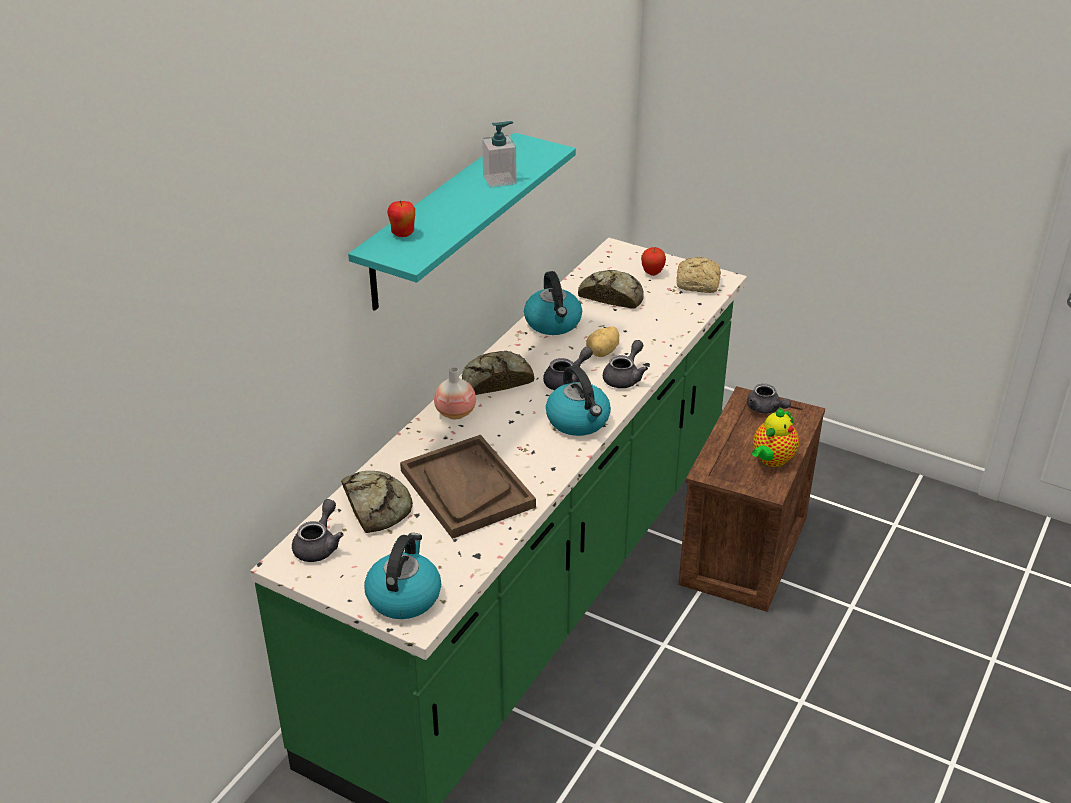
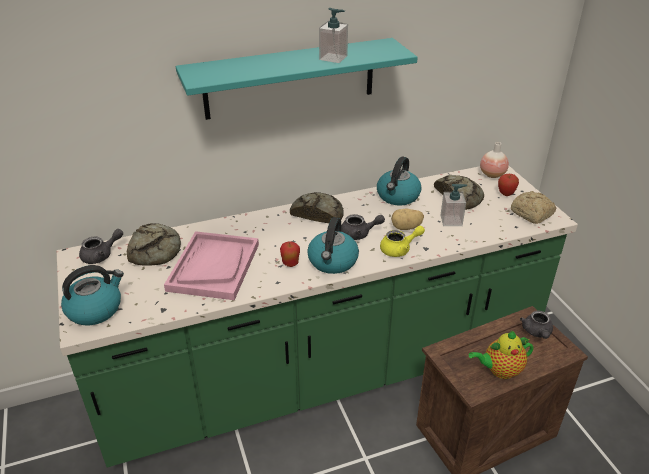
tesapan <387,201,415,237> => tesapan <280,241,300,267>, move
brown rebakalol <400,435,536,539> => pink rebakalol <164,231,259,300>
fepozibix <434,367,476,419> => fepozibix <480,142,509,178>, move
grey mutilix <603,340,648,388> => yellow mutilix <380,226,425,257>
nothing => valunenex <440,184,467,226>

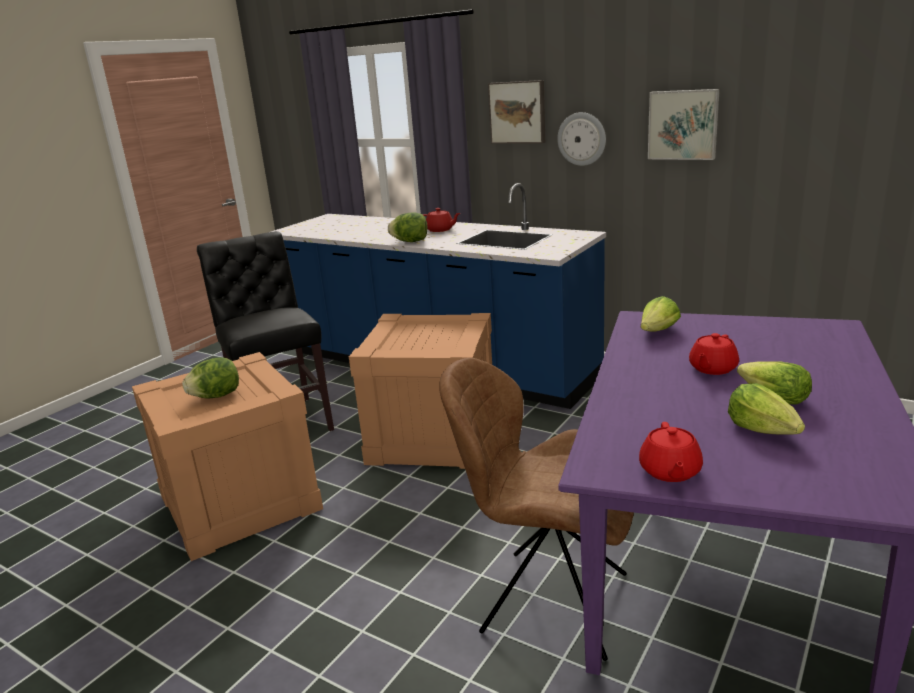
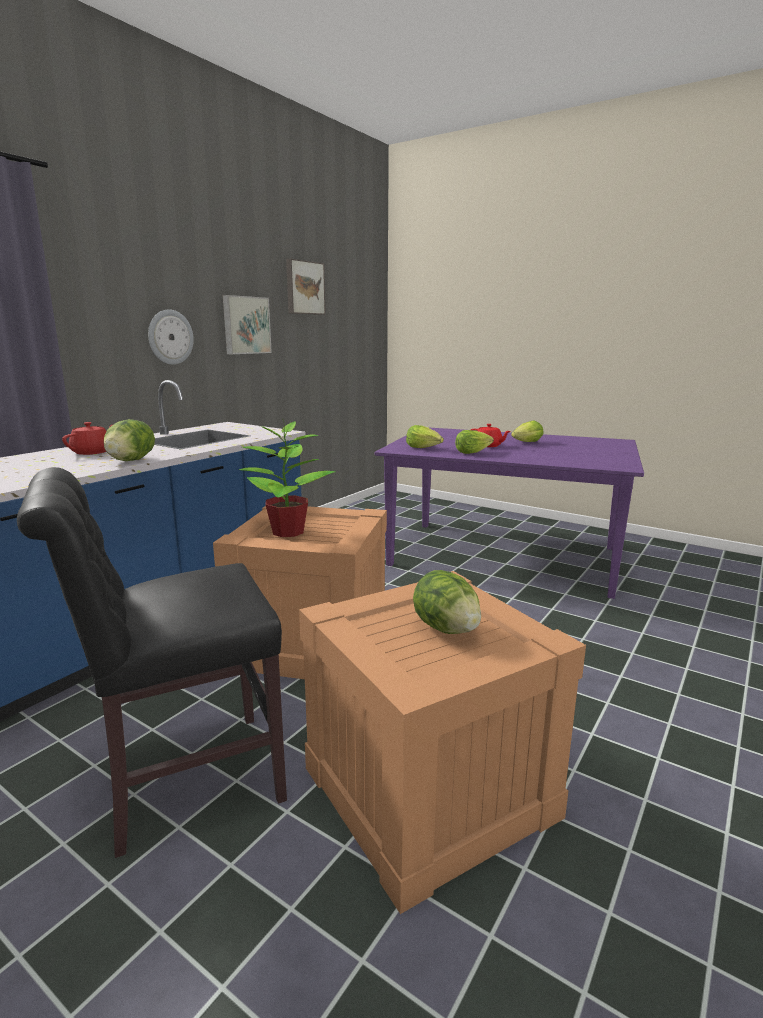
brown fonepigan <439,358,634,661> => nothing
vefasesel <488,80,545,144> => vefasesel <286,259,326,315>, move
red mutilix <639,422,703,482> => nothing
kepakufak <728,383,805,435> => kepakufak <455,430,494,454>, move
nothing => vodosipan <239,418,336,537>

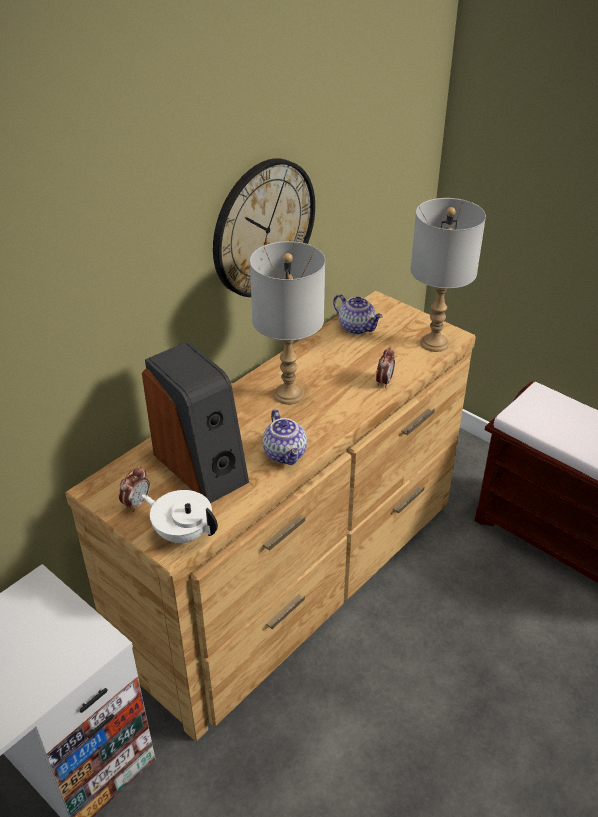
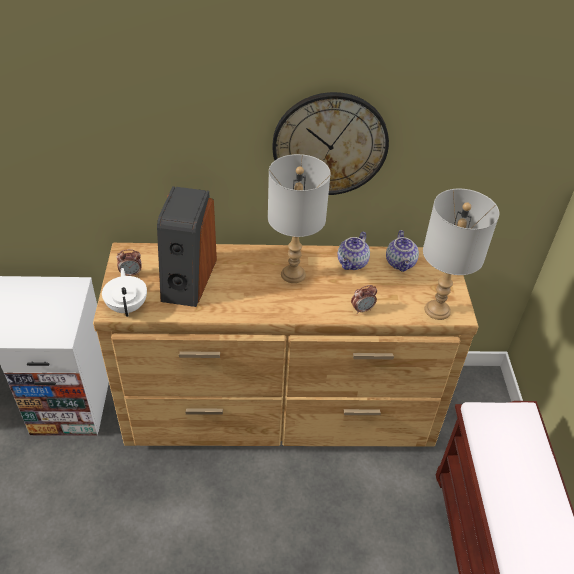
mutilix <263,409,307,465> => mutilix <338,231,370,270>, move

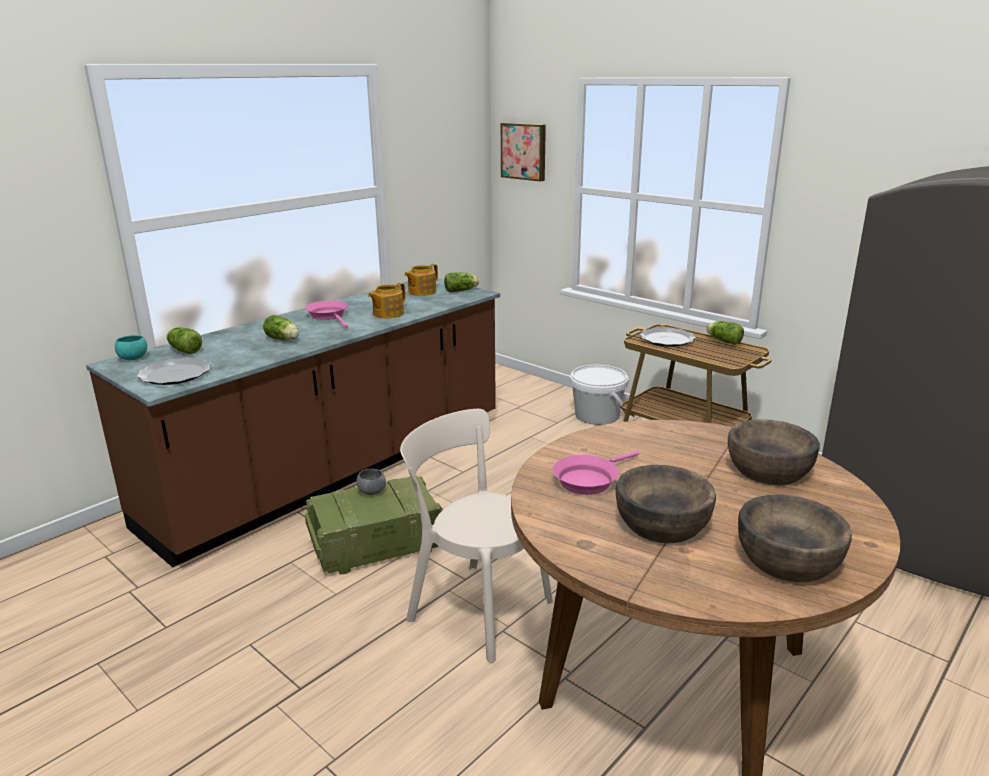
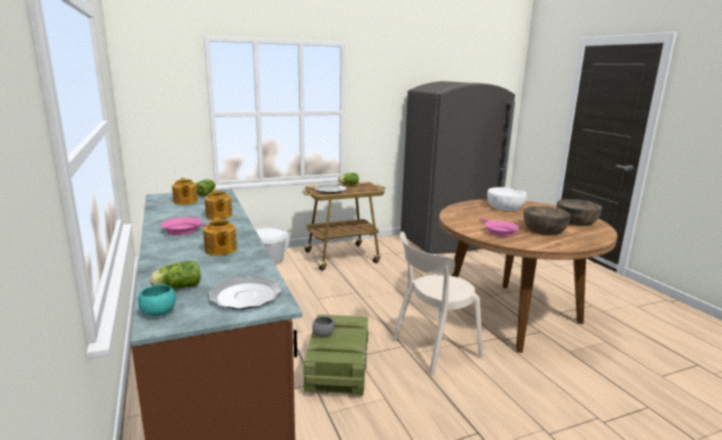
kepakufak <263,315,299,341> => mutilix <203,217,237,255>
vefasesel <501,123,546,182> => nothing
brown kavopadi <728,419,820,485> => white kavopadi <487,187,527,211>

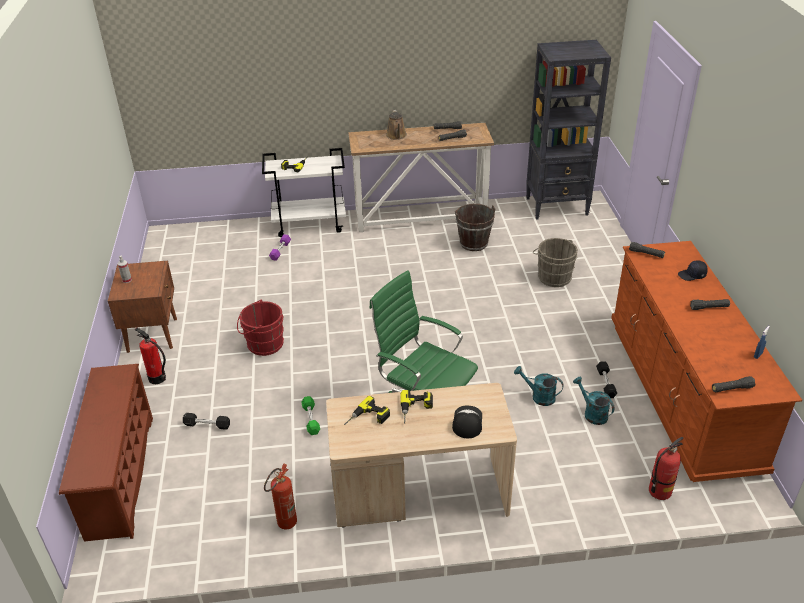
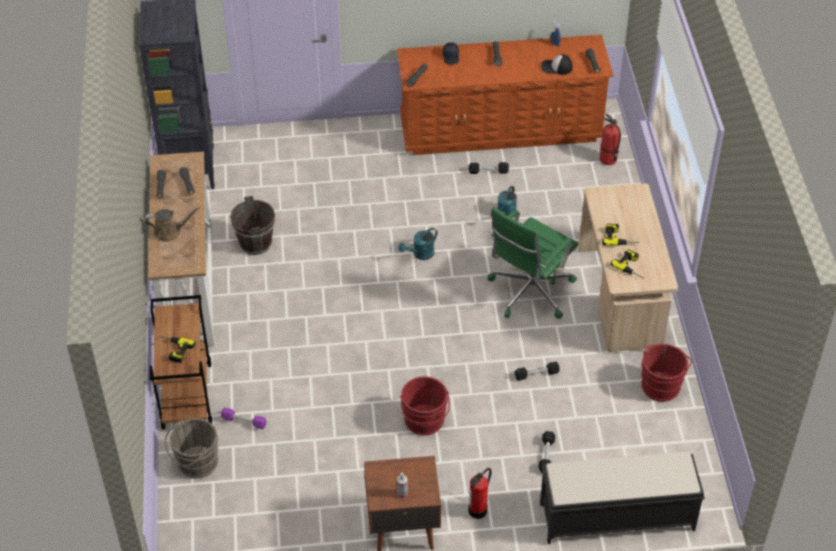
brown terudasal <59,364,153,542> => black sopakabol <540,451,705,544>
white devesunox <262,148,346,237> => brown devesunox <149,295,213,430>
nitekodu <264,464,297,529> => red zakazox <641,344,692,402>
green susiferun <301,396,320,435> => black susiferun <515,362,560,380>
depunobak <452,406,482,438> => depunobak <541,54,572,75>, move
grey zakazox <532,238,578,287> => grey zakazox <165,418,219,478>, move
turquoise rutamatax <573,377,614,425> => turquoise rutamatax <398,228,437,260>, move

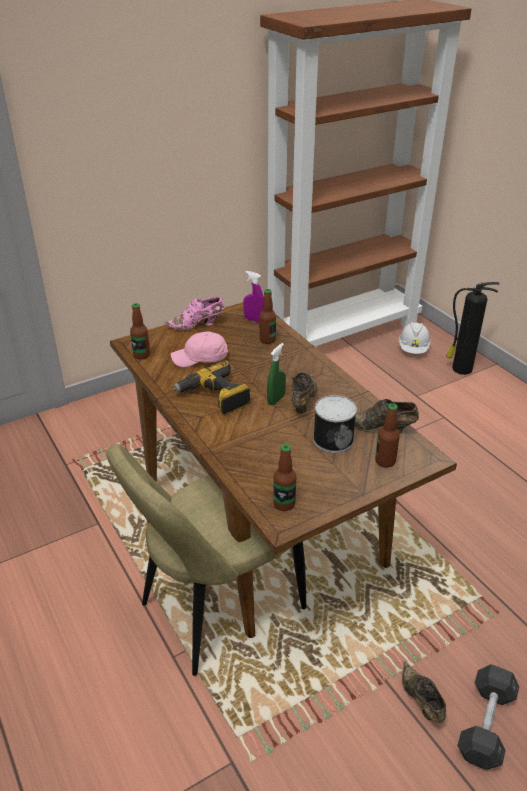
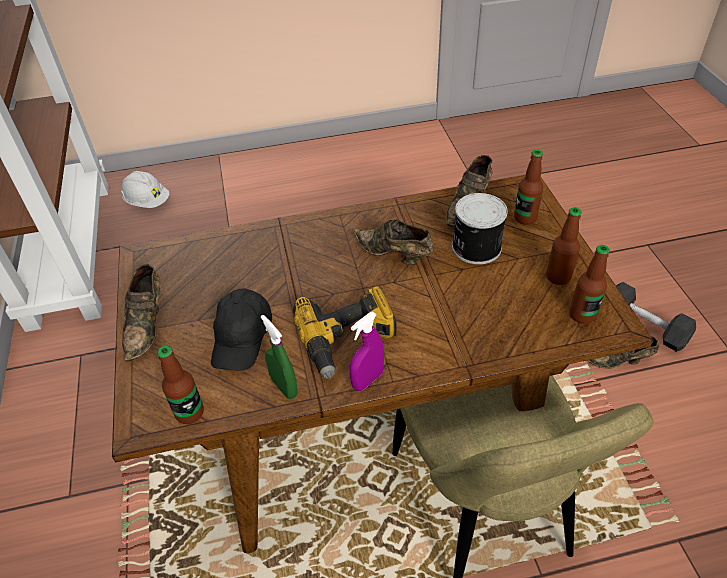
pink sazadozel <165,296,225,330> => brown sazadozel <122,264,160,362>
pink depunobak <171,331,228,367> => black depunobak <211,289,272,371>
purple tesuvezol <243,271,264,323> => purple tesuvezol <349,312,384,391>, move
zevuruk <259,289,276,344> => zevuruk <546,207,582,285>, move
green tesuvezol <267,343,286,405> => green tesuvezol <261,315,298,399>, move
nitekodu <446,282,499,375> => nothing

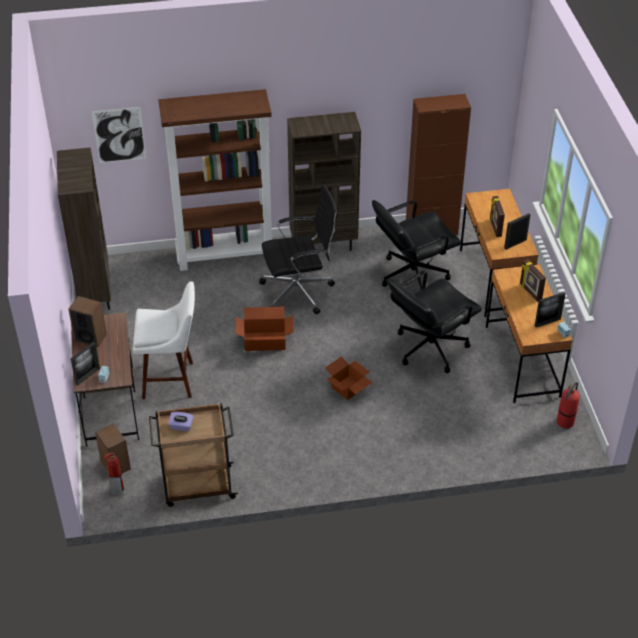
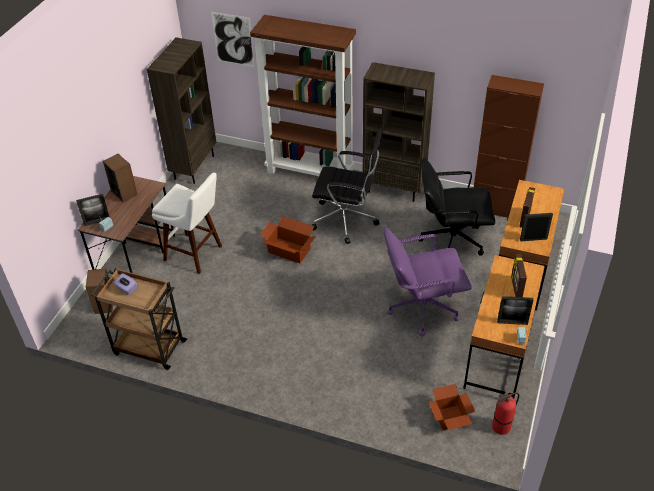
nitekodu <104,452,125,495> => nothing
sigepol <325,356,372,400> => sigepol <428,384,476,430>, move
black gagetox <387,271,482,373> => purple gagetox <383,228,472,336>

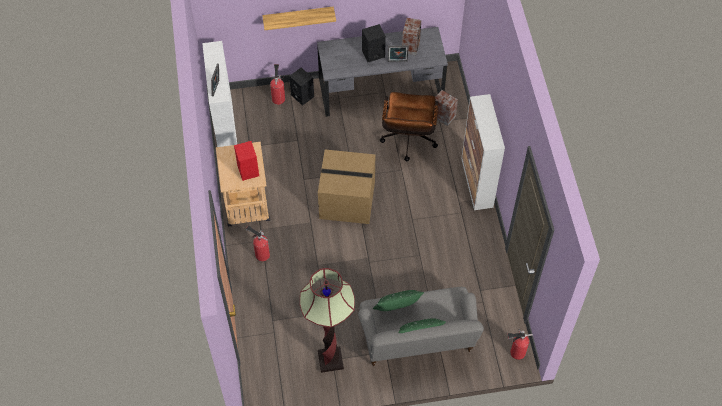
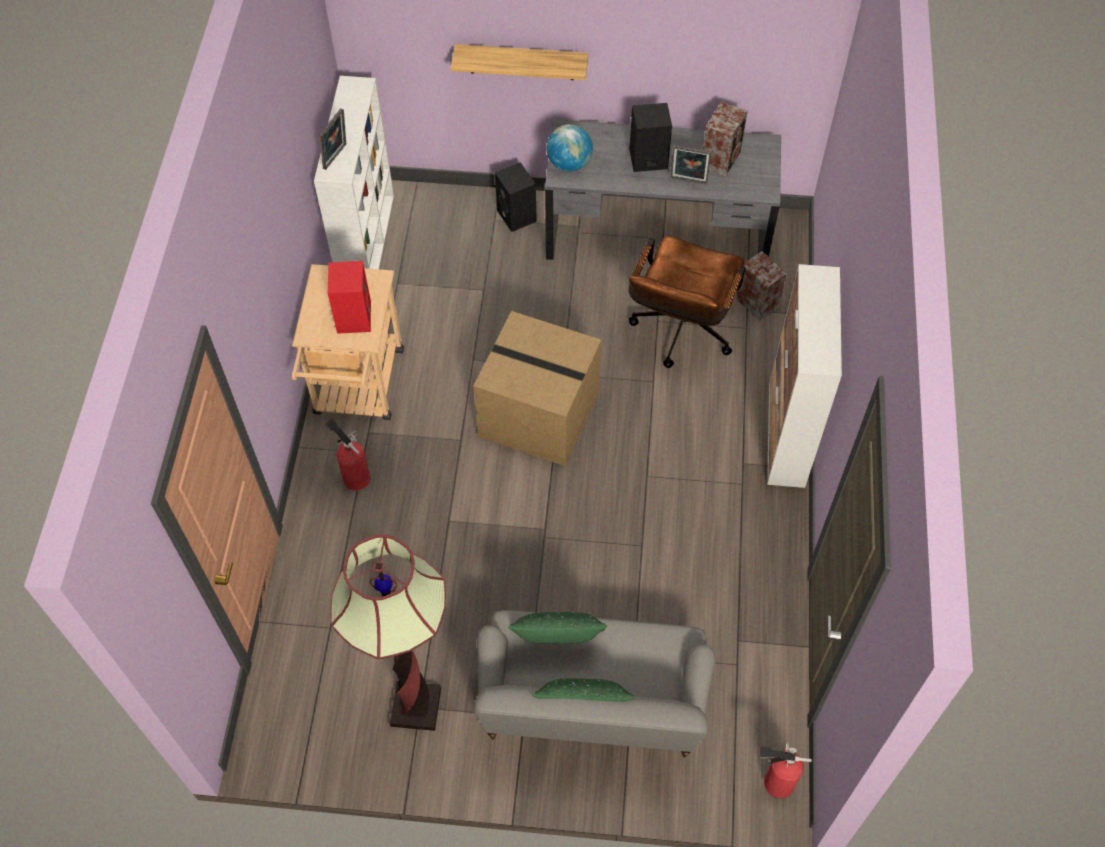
nitekodu <270,64,285,105> => nothing
nothing => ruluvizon <546,124,593,172>

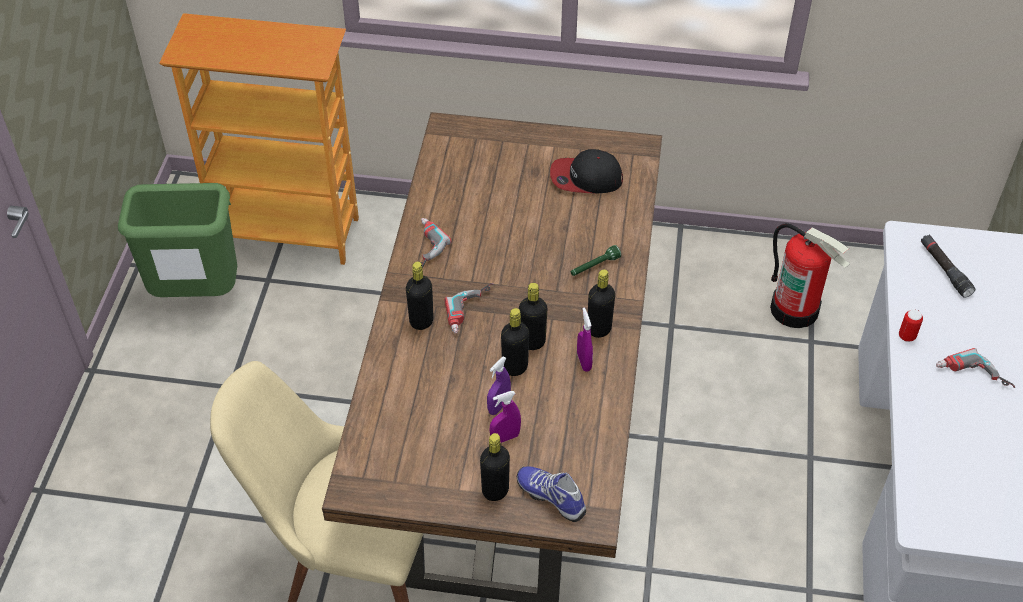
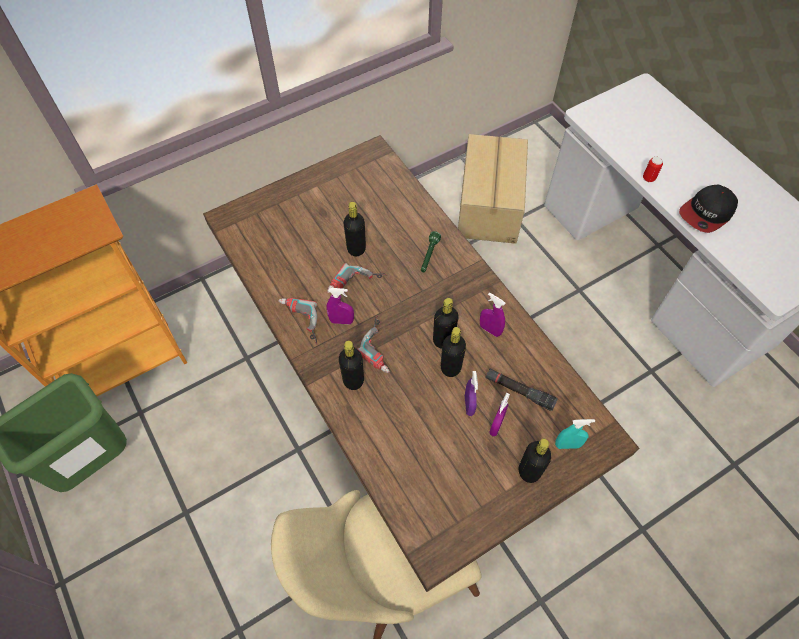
sazadozel <517,466,586,522> => turquoise tesuvezol <555,419,595,449>
depunobak <550,149,623,194> => depunobak <679,185,738,233>, move
black zevuruk <588,269,615,338> => black zevuruk <344,202,366,256>, move
nitekodu <770,223,850,328> => sigepol <458,134,528,244>
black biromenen <921,235,976,298> => black biromenen <485,369,558,411>, move
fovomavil <936,348,1015,388> => fovomavil <327,263,388,293>, move
nothing => purple tesuvezol <326,288,354,324>

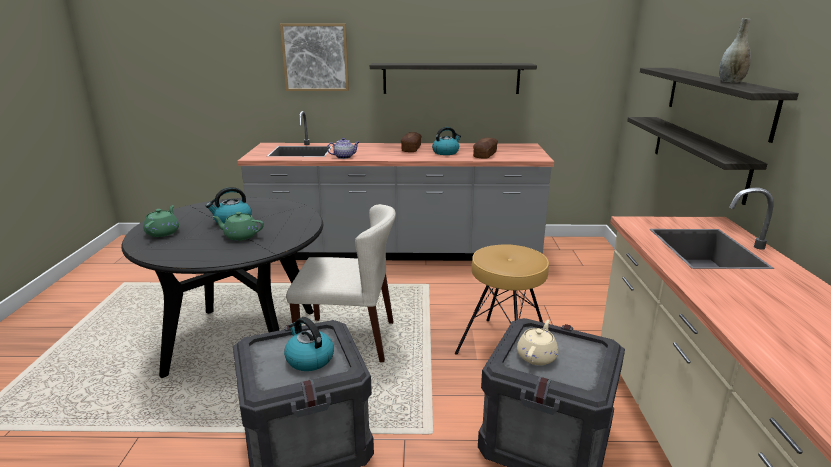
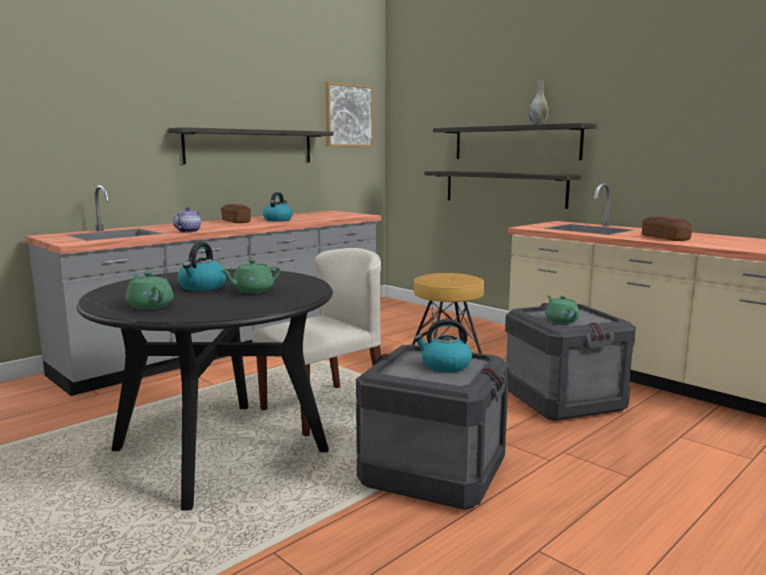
vefasesel <280,24,349,91> => vefasesel <325,82,374,147>, move
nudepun <473,137,498,159> => nudepun <642,216,692,241>, move
beige mutilix <517,320,558,365> => green mutilix <545,295,579,324>

